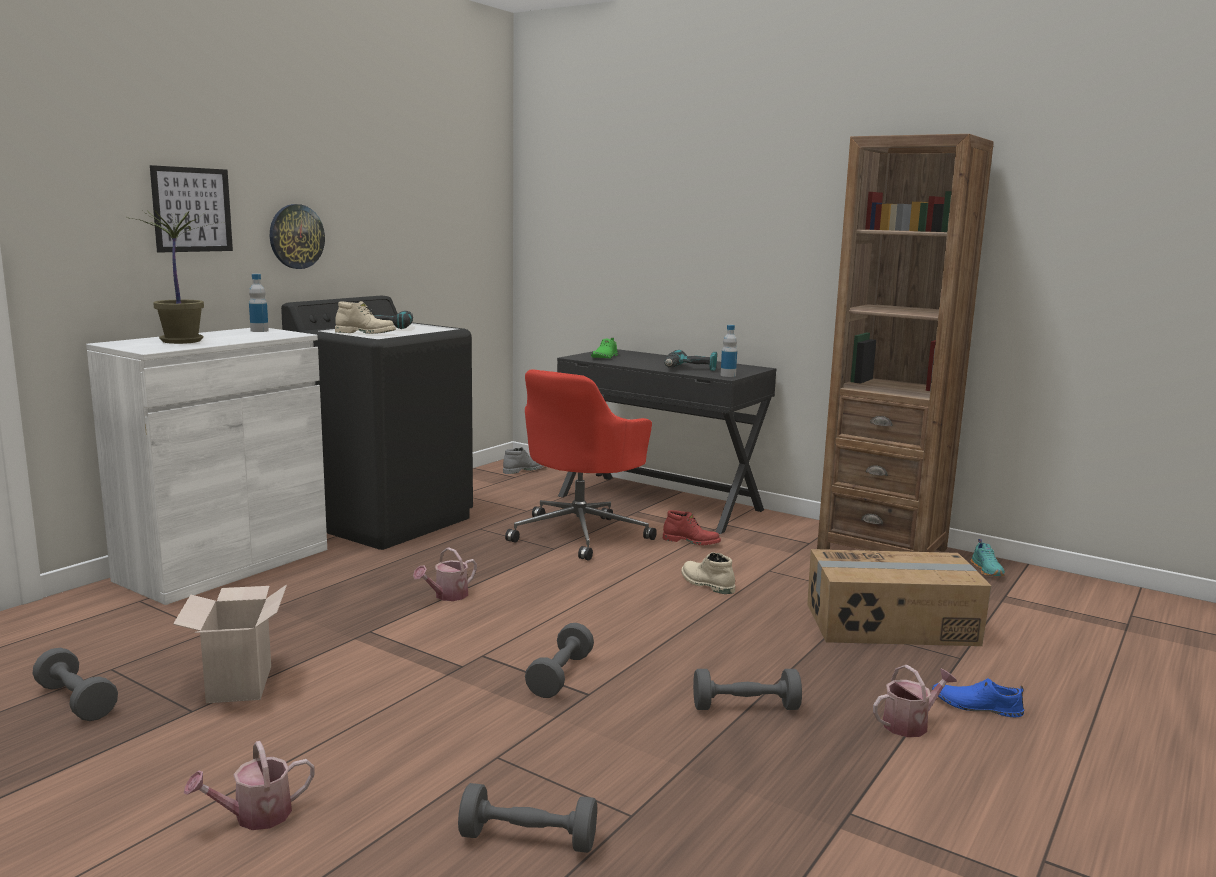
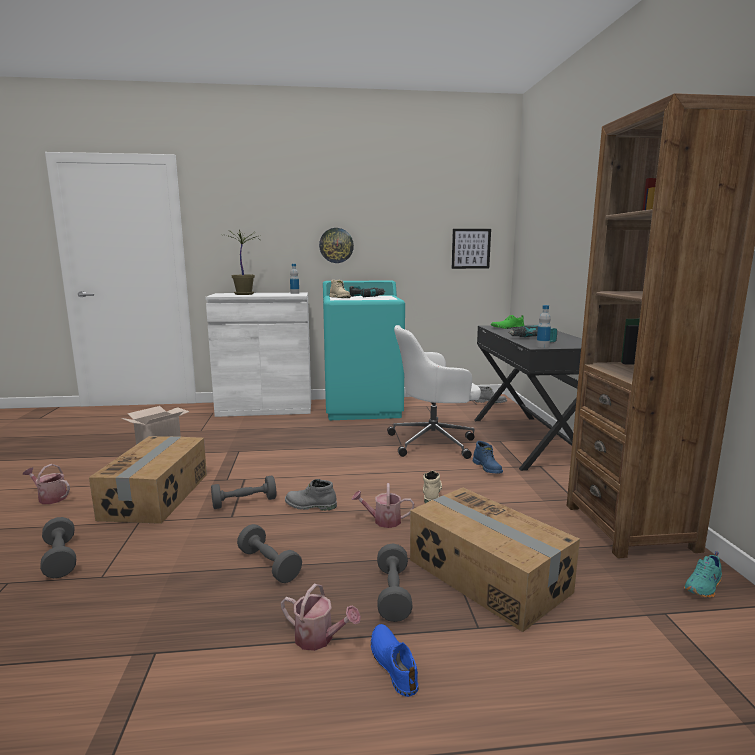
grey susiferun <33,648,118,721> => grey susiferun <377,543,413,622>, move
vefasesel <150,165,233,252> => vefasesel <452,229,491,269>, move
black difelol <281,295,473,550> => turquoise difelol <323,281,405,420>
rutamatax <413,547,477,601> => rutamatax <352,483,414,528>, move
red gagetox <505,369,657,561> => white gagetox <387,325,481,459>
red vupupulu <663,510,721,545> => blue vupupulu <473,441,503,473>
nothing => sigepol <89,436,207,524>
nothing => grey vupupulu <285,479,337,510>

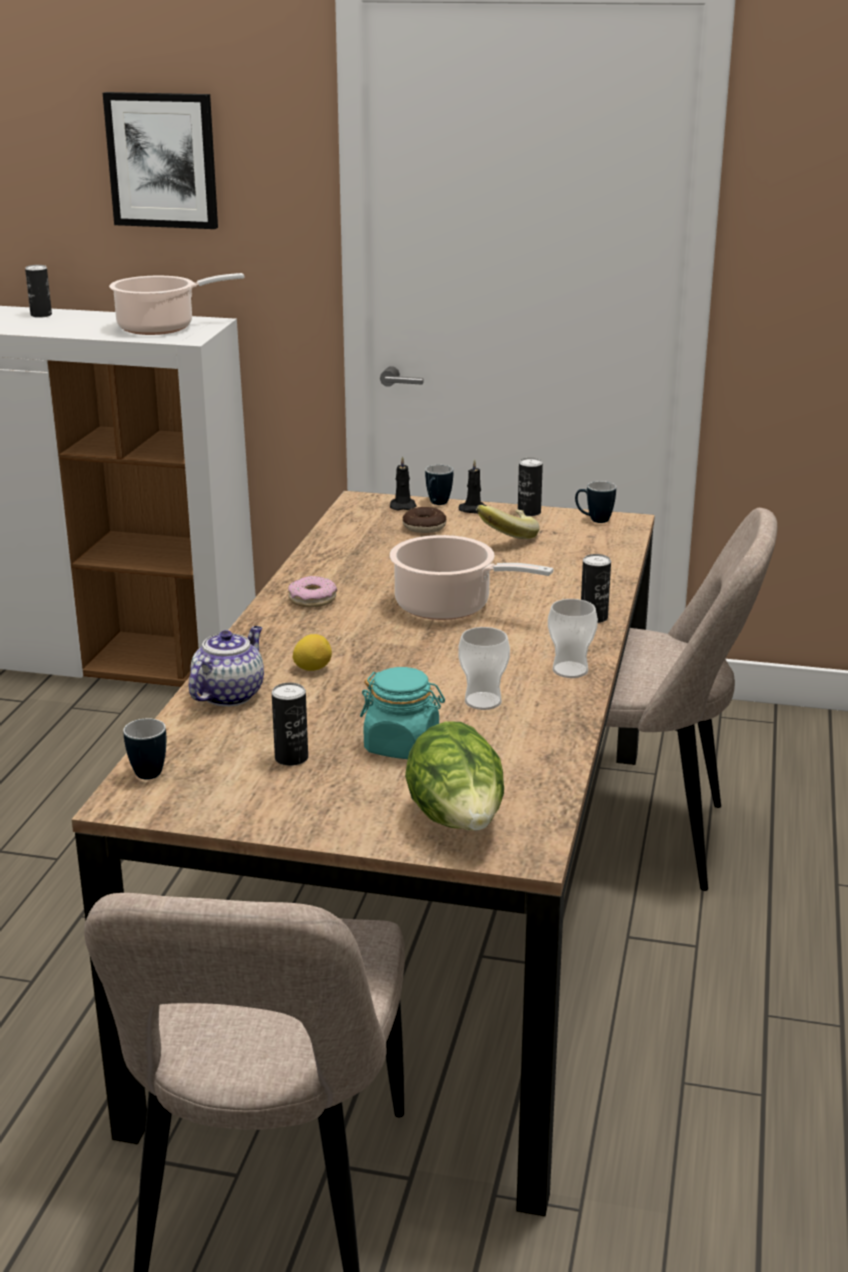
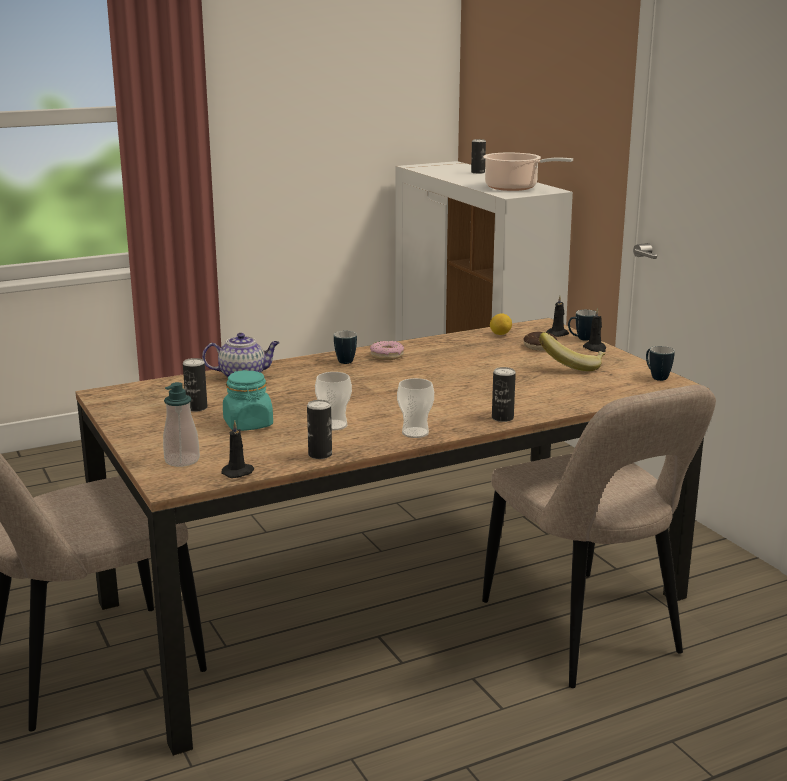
vefasesel <103,92,218,229> => nothing
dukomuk <123,718,166,780> => dukomuk <334,331,357,364>, move
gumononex <293,634,332,671> => gumononex <490,314,512,335>, move
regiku <390,535,553,620> => nothing
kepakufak <405,722,504,831> => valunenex <163,382,200,467>
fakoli <518,458,543,516> => fakoli <307,400,332,459>, move
nothing => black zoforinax <221,421,254,478>

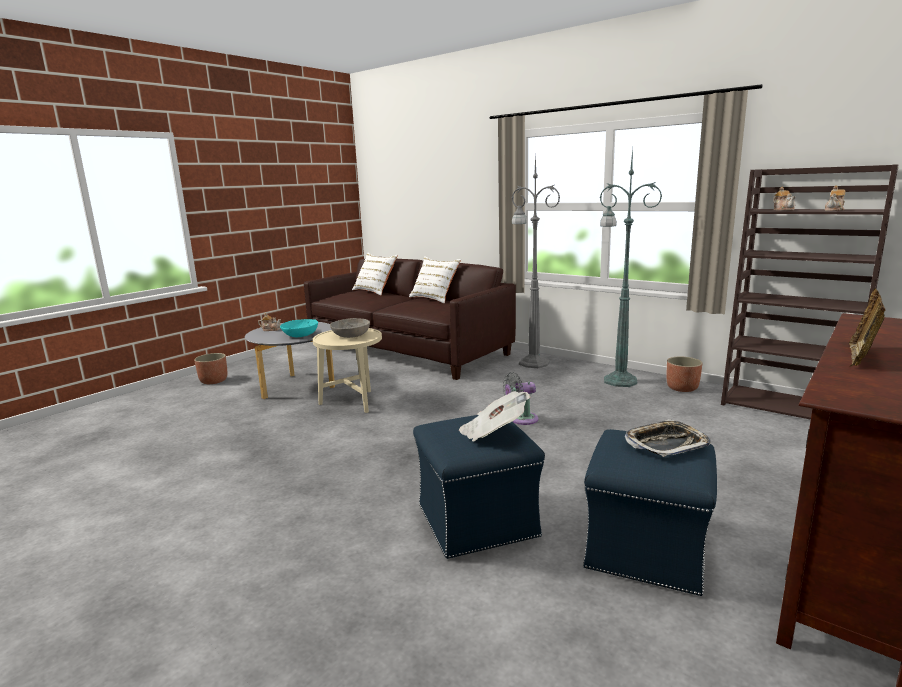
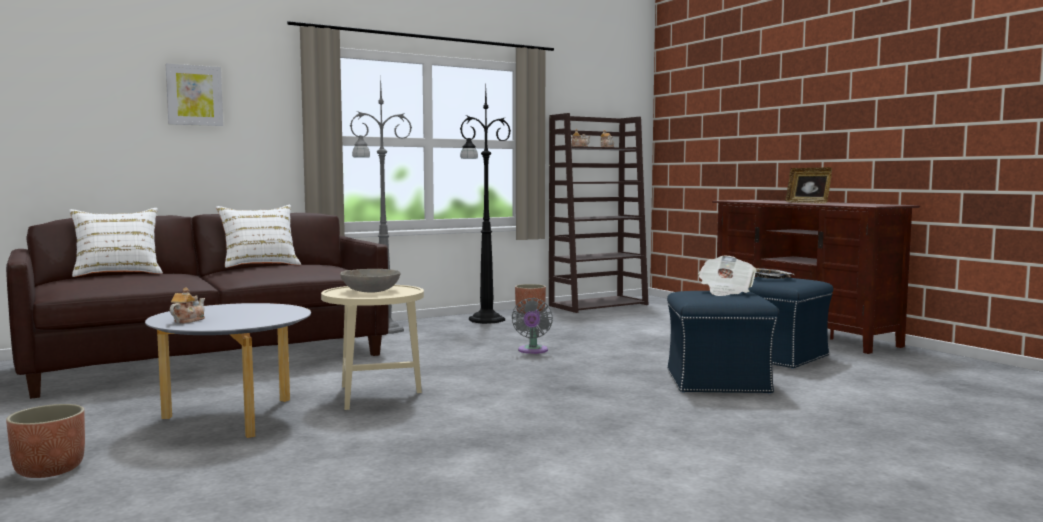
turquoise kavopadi <280,319,318,337> => nothing
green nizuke <600,148,662,387> => black nizuke <460,87,511,324>
nothing => vefasesel <166,63,223,126>

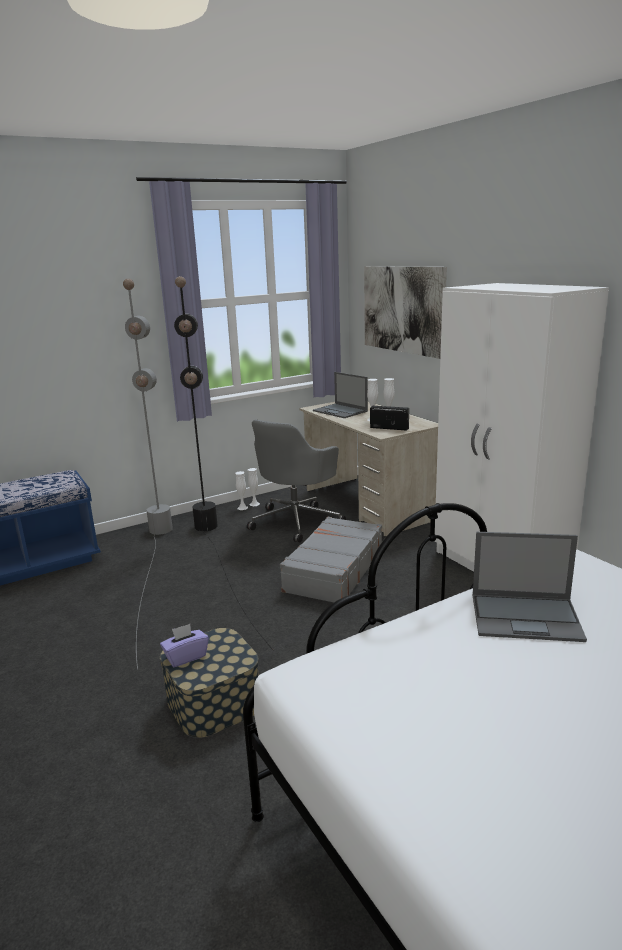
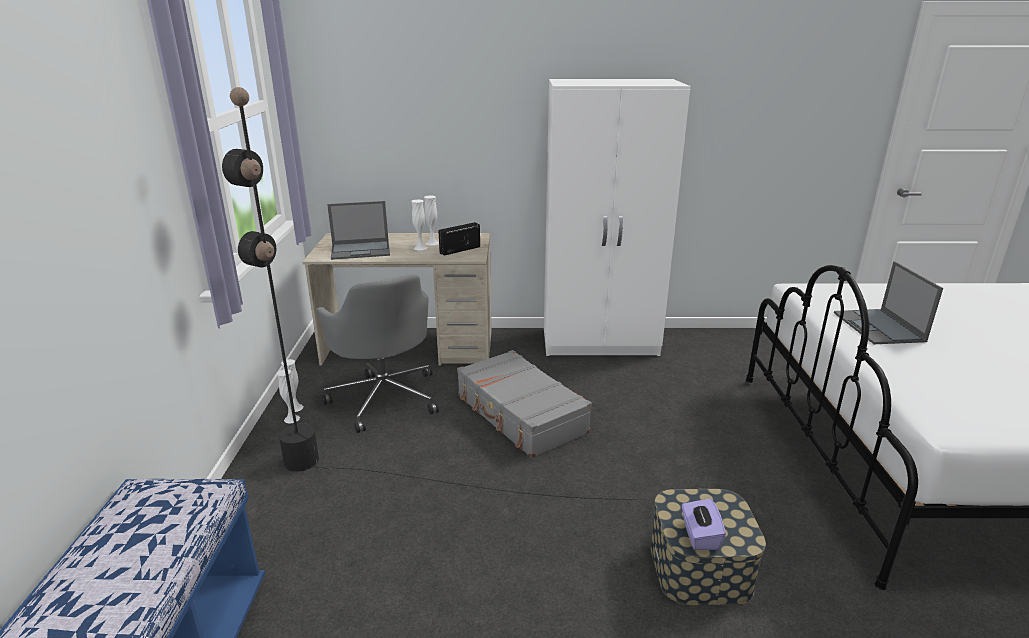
grey nizuke <123,279,173,669> => nothing
vefasesel <364,266,447,359> => nothing
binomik <473,532,587,642> => binomik <834,261,943,344>, 135 degrees clockwise

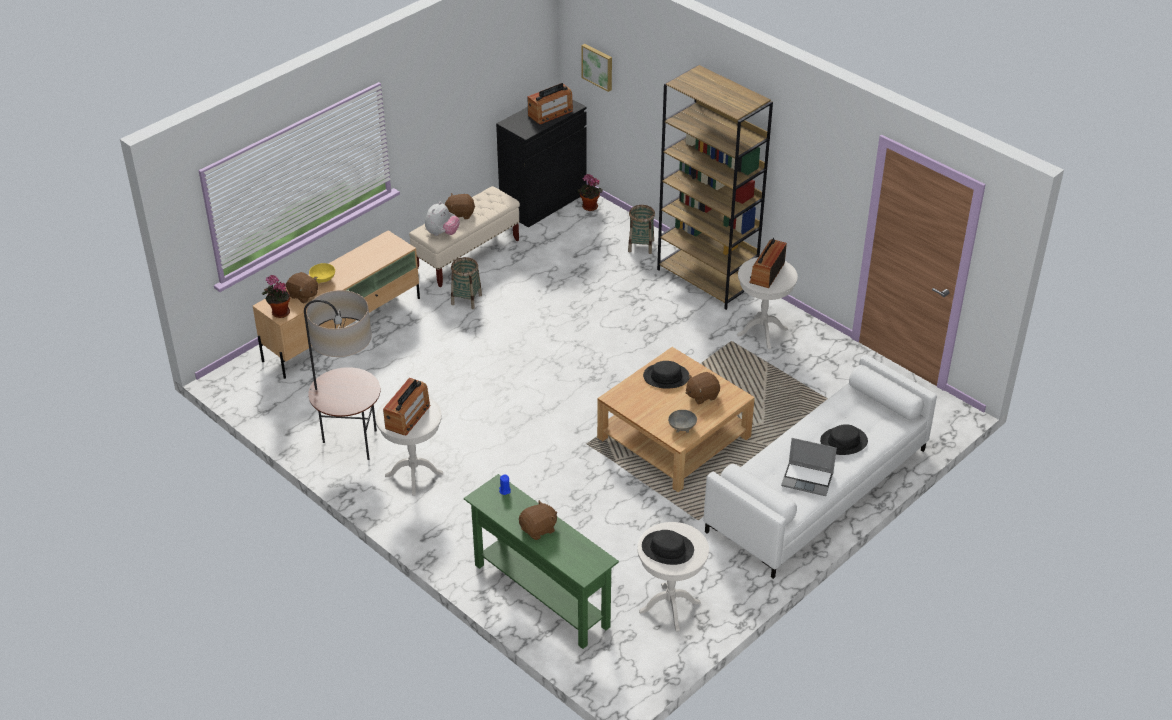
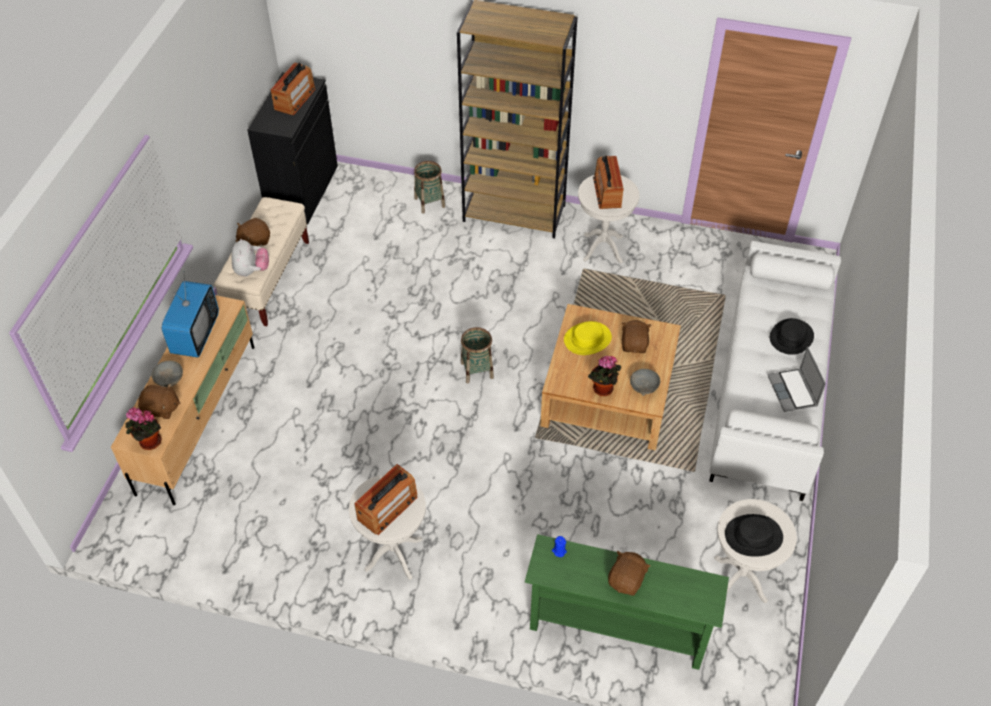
nizuke <304,290,381,460> => nothing
yellow kavopadi <309,263,335,284> => grey kavopadi <151,361,183,388>
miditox <383,378,431,435> => miditox <354,464,418,535>, 45 degrees clockwise
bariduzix <451,257,482,309> => bariduzix <461,327,494,383>, move
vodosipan <578,174,603,211> => vodosipan <588,356,621,396>, move
vefasesel <582,44,612,92> => nothing
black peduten <643,361,689,389> => yellow peduten <564,321,612,355>
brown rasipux <686,372,720,404> => brown rasipux <622,320,651,353>, 150 degrees clockwise
binomik <781,438,837,496> => binomik <767,347,826,412>, 90 degrees clockwise
nothing => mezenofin <162,271,219,358>

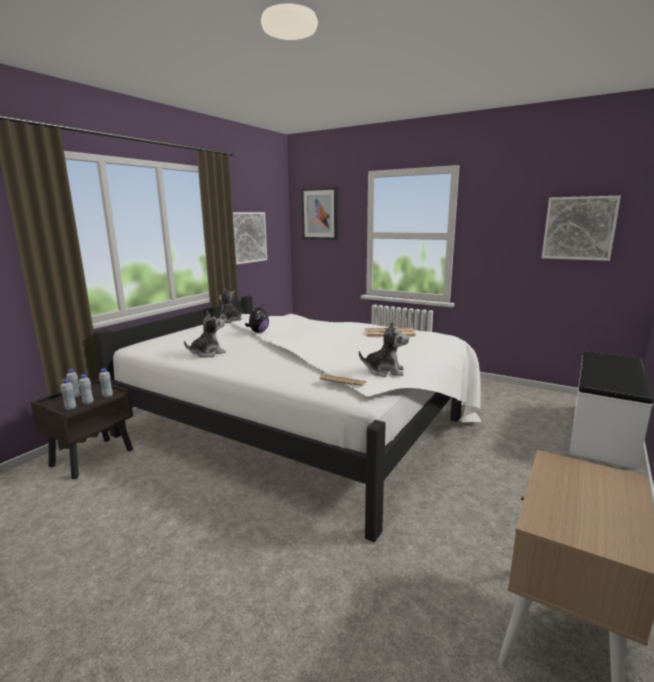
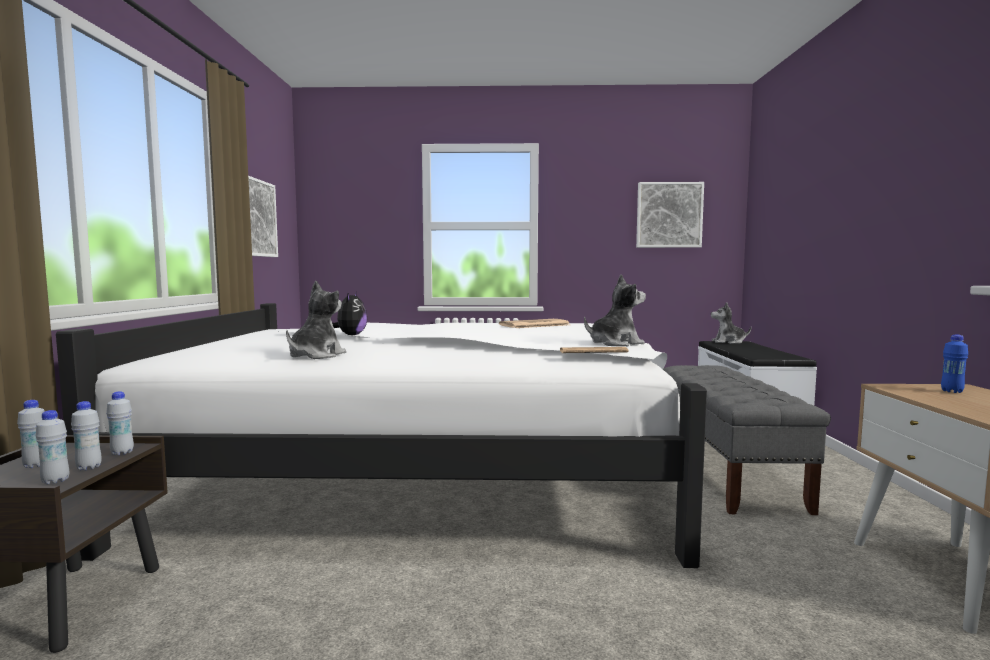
rasipux <218,288,241,323> => rasipux <711,302,751,344>, move
vefasesel <301,187,337,240> => nothing
nothing => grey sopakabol <663,365,831,515>
nothing => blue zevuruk <941,334,968,393>

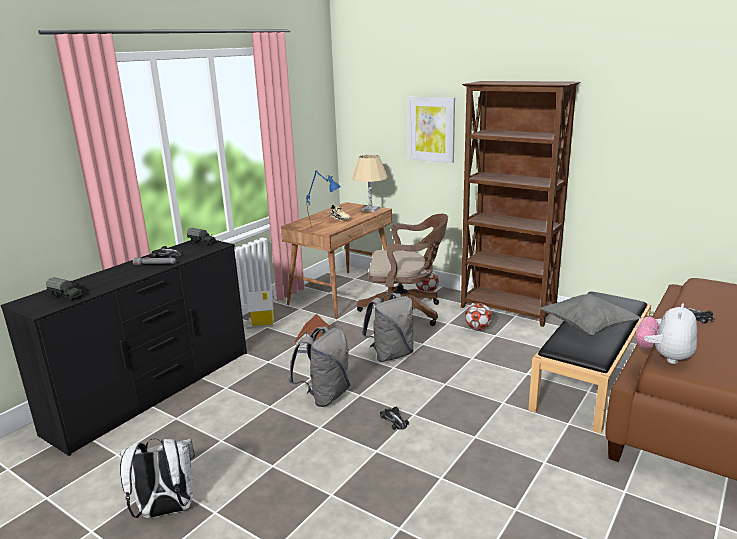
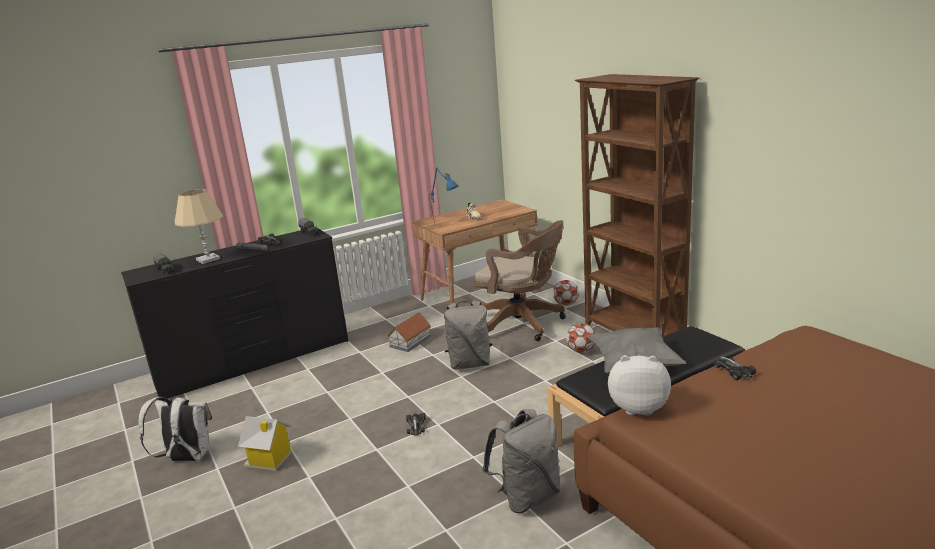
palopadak <247,290,274,329> => palopadak <238,416,292,471>, move
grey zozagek <289,326,350,407> => grey zozagek <482,409,560,513>, move
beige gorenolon <352,155,388,212> => beige gorenolon <175,189,223,264>, move
vefasesel <408,96,455,163> => nothing
rasipux <635,303,697,364> => rasipux <608,355,671,416>, 45 degrees clockwise

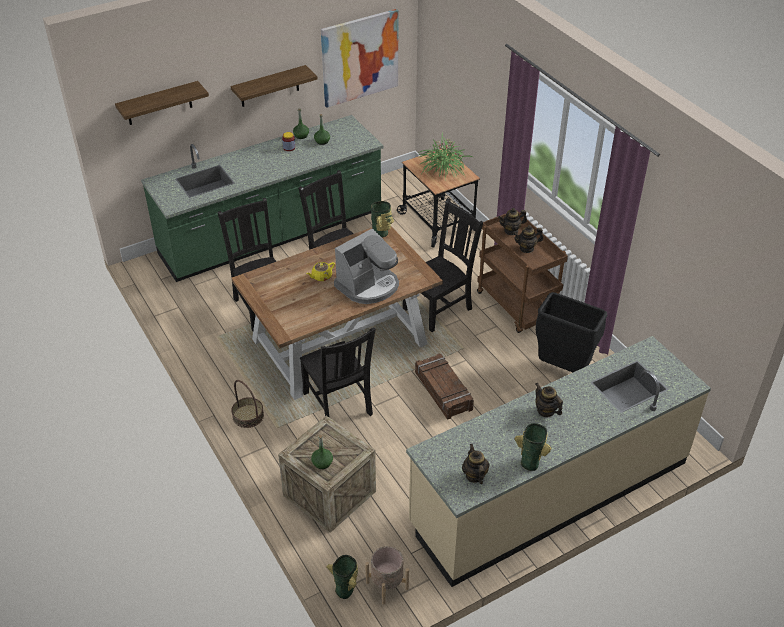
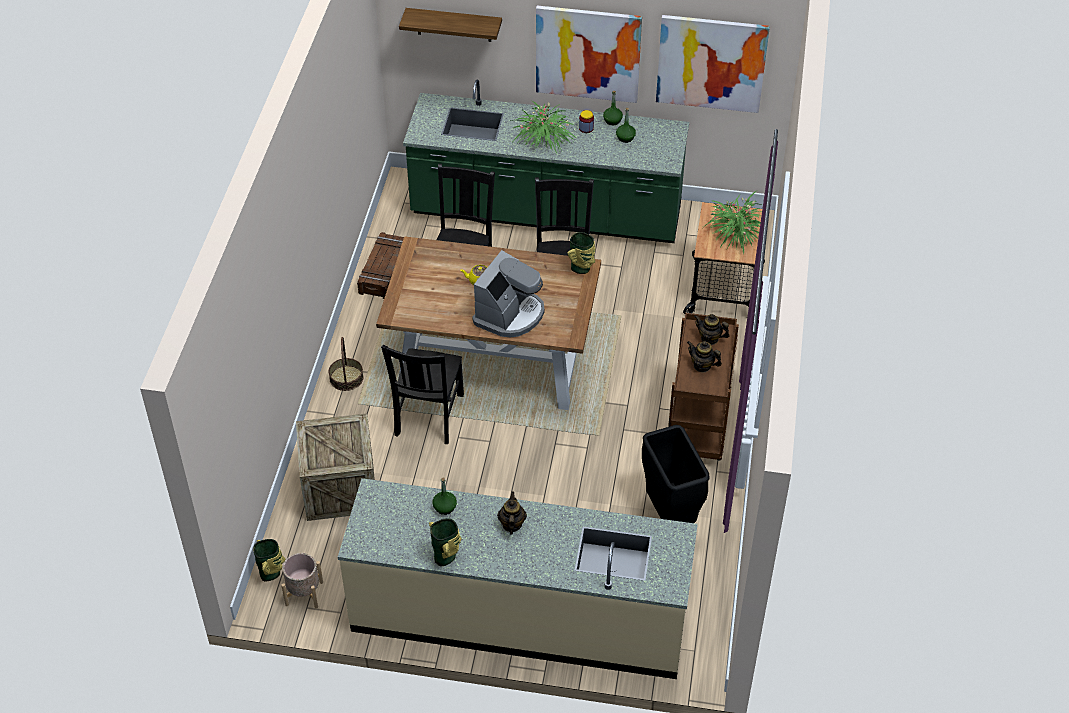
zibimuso <231,65,318,107> => vefasesel <536,6,642,103>
green zevuruk <311,435,333,469> => green zevuruk <432,477,457,515>, move
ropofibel <334,228,399,304> => ropofibel <472,250,544,338>, 60 degrees counterclockwise
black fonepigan <403,198,483,332> => nothing
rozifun <415,353,474,420> => rozifun <357,232,404,299>, move
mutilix <462,444,489,484> => nothing
nothing => vodosipan <510,101,577,153>

